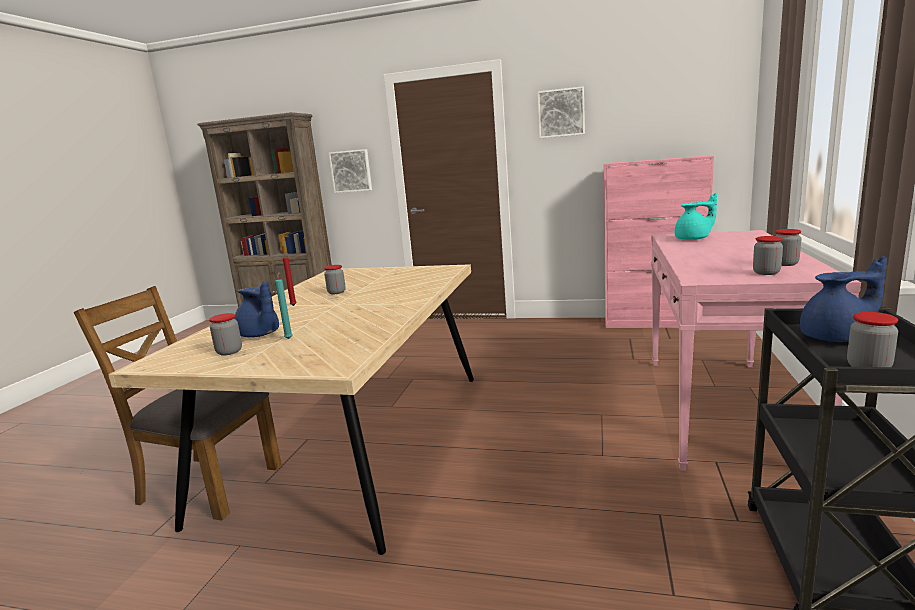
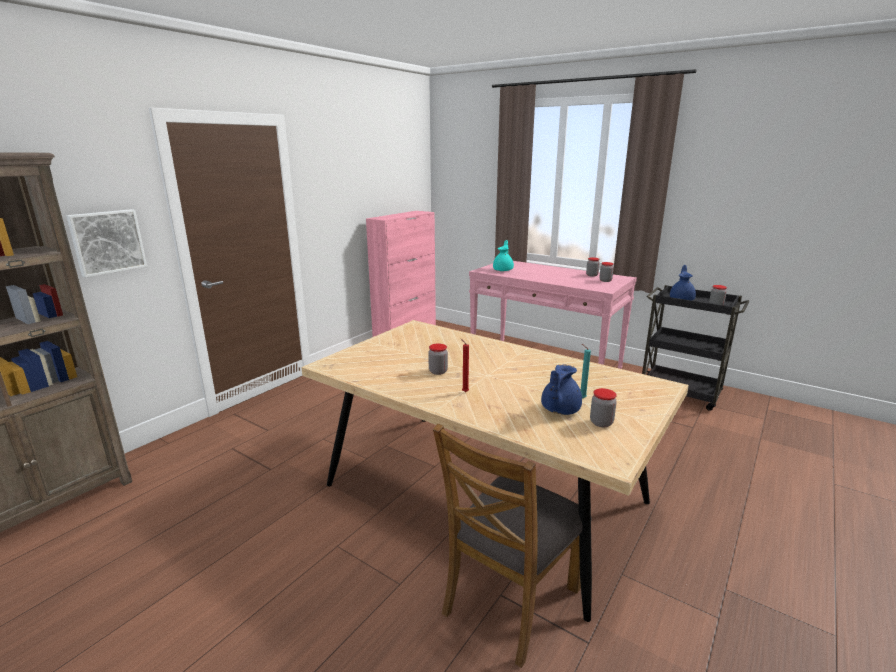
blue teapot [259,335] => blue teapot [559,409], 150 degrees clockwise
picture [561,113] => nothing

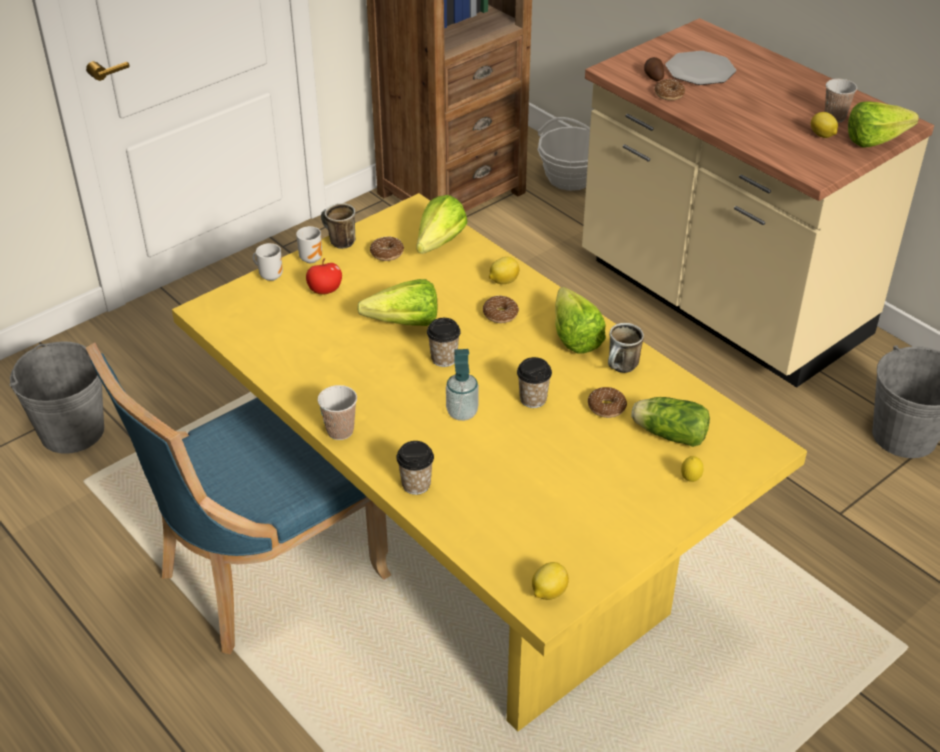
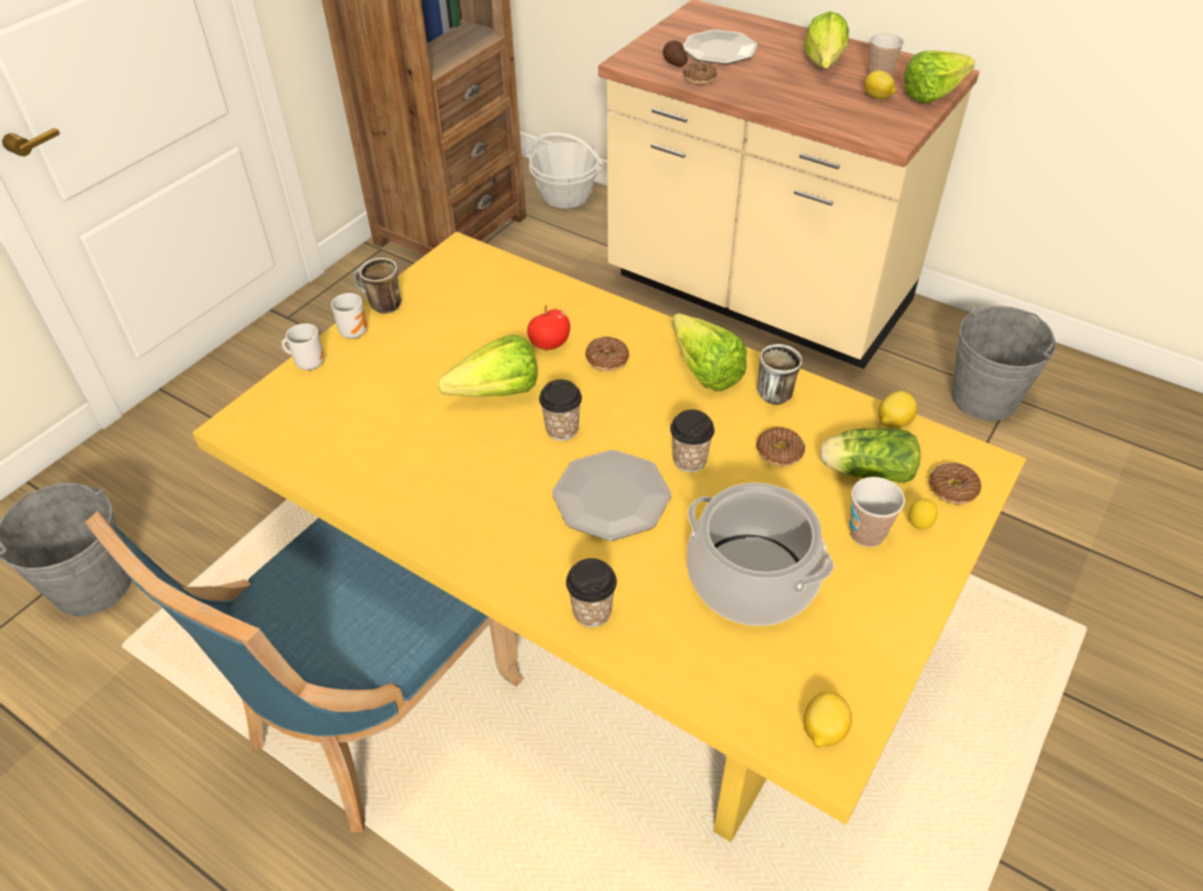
apple [325,291] => apple [550,344], shifted
cup [340,431] => cup [866,534], shifted
donut [387,253] => donut [952,489], shifted
lettuce [435,247] => lettuce [822,67], shifted
soap dispenser [462,412] => plate [611,497]
lemon [503,281] => lemon [893,423], shifted
nothing => cooking pot [752,578]

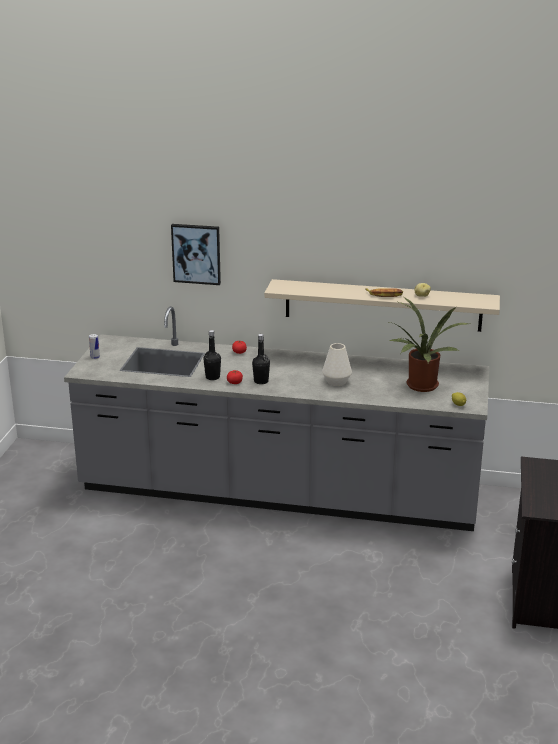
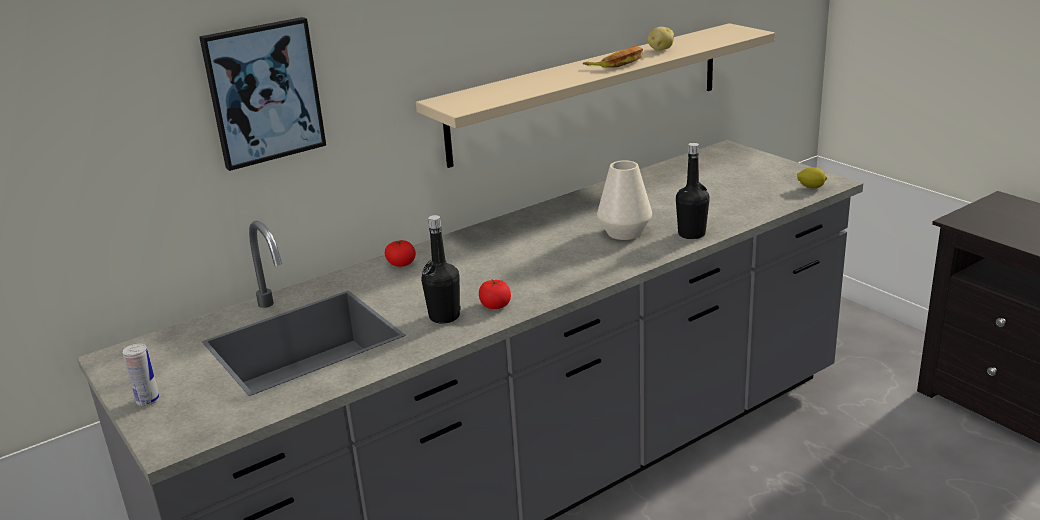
black bottle [261,381] => black bottle [691,234], shifted
potted plant [420,387] => nothing

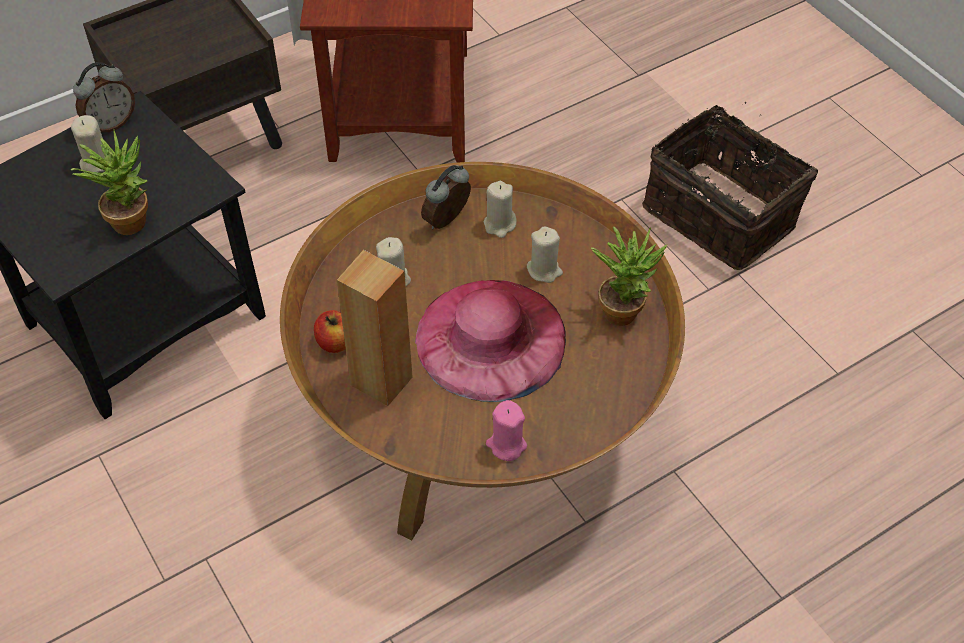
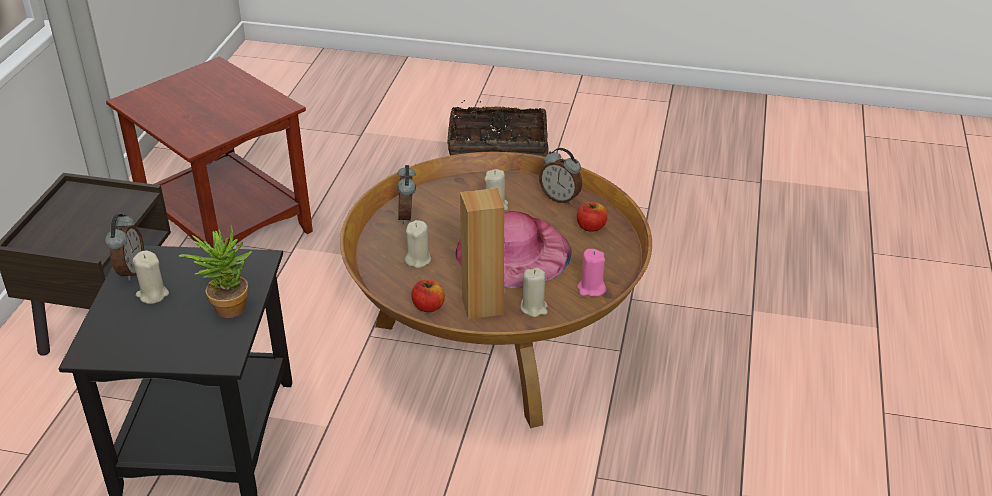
beige candle [499,224] => beige candle [534,308], shifted
potted plant [623,308] => alarm clock [560,198]
nothing => apple [591,227]

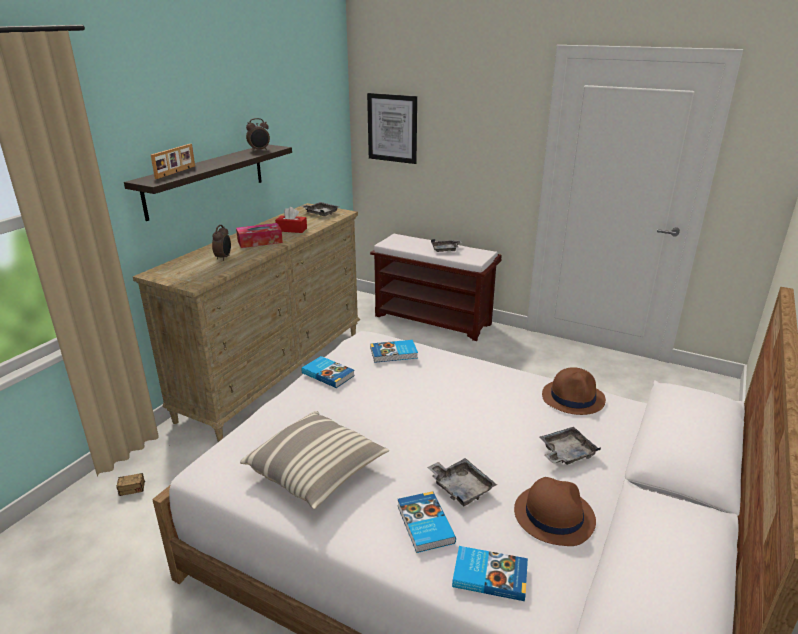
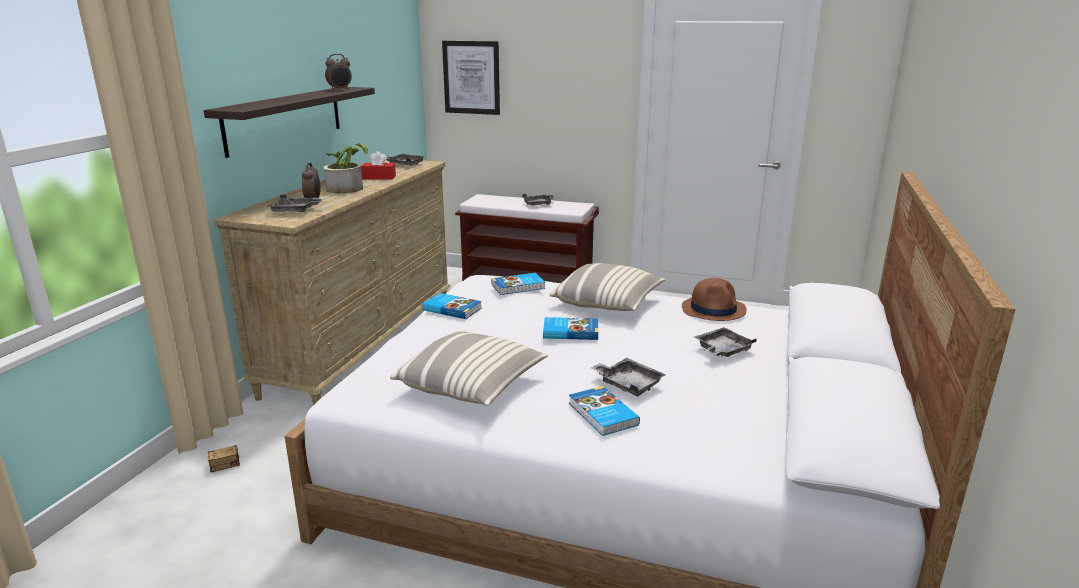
picture frame [176,172] => nothing
tissue box [260,242] => potted plant [348,187]
book [489,575] => book [570,331], shifted
brown hat [553,515] => nothing
nothing => grey tray [295,211]
nothing => pillow [608,303]

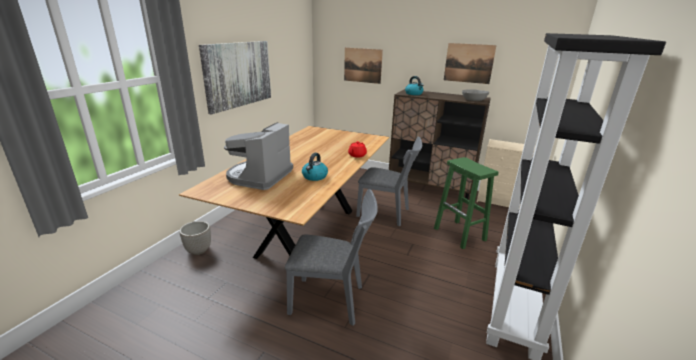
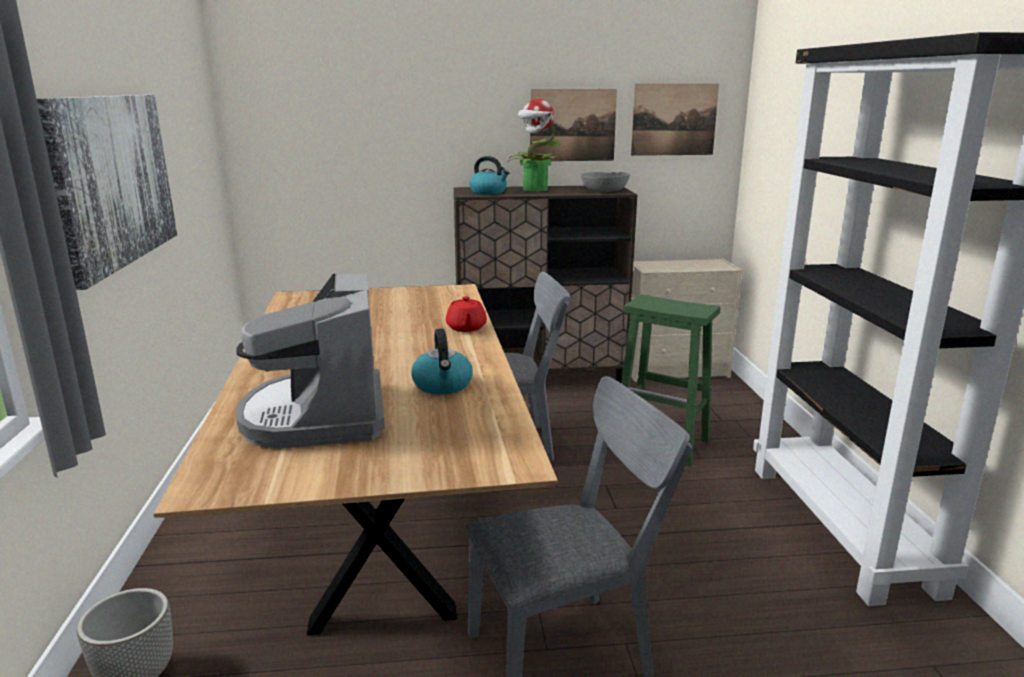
picture [362,65] => picture [674,119], shifted
nothing => potted plant [534,189]

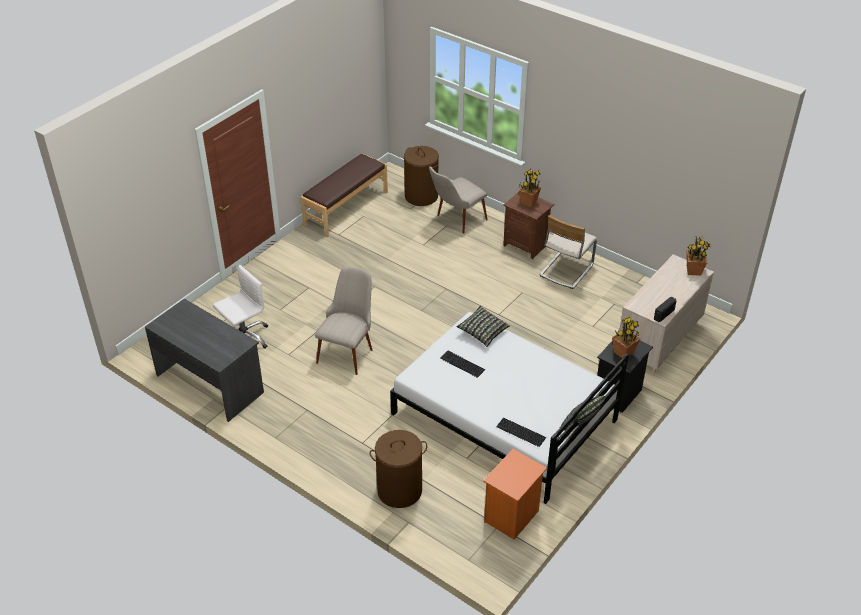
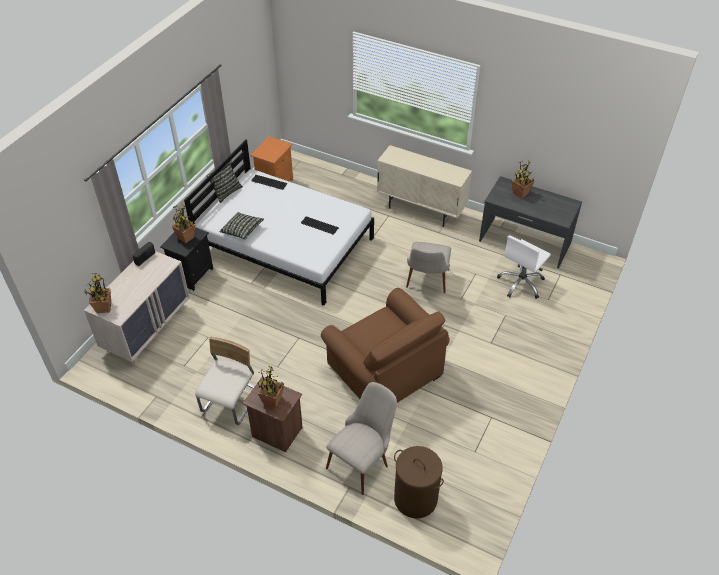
brown bench [345,208] => nothing
brown laundry basket [399,490] => nothing
pillow [483,332] => pillow [242,230], shifted
nothing => brown armchair [384,371]
nothing => beige cabinet [421,210]
nothing => potted plant [520,193]

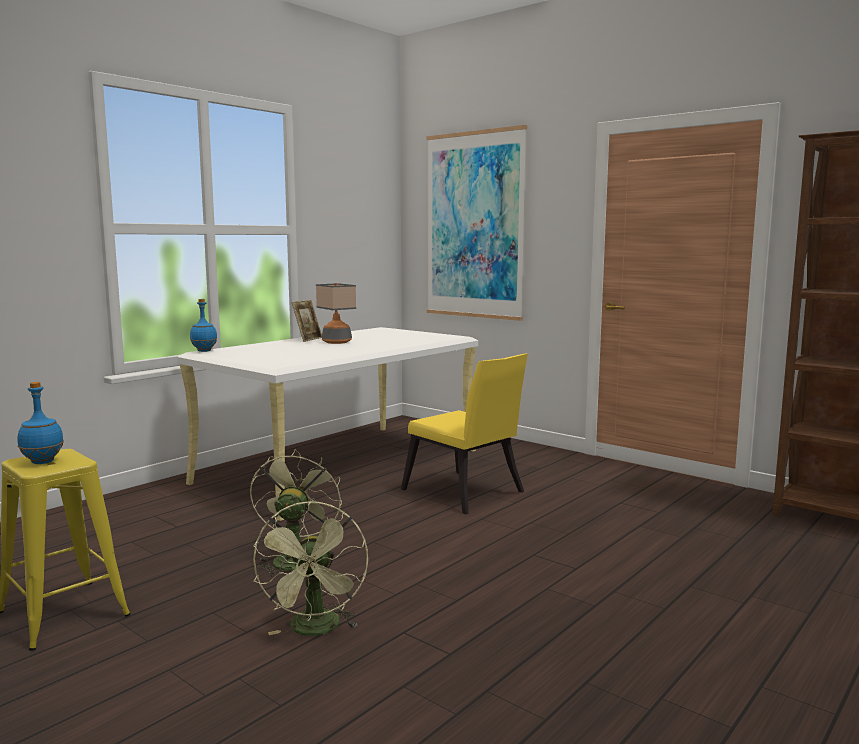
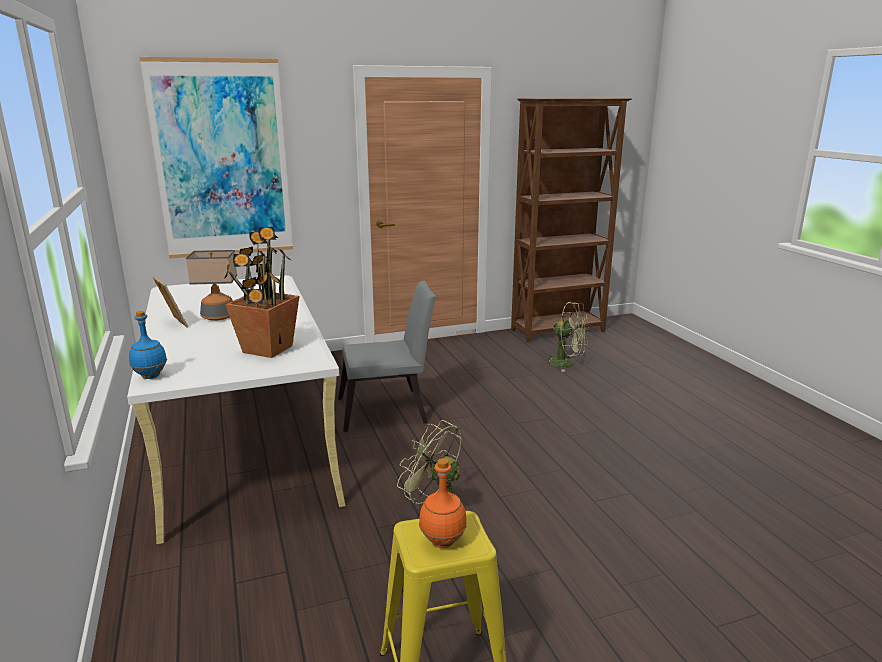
blue bottle [42,462] => orange bottle [443,542]
green fan [316,630] => green fan [566,363], shifted
yellow chair [466,494] => grey chair [388,410]
nothing => potted plant [266,349]

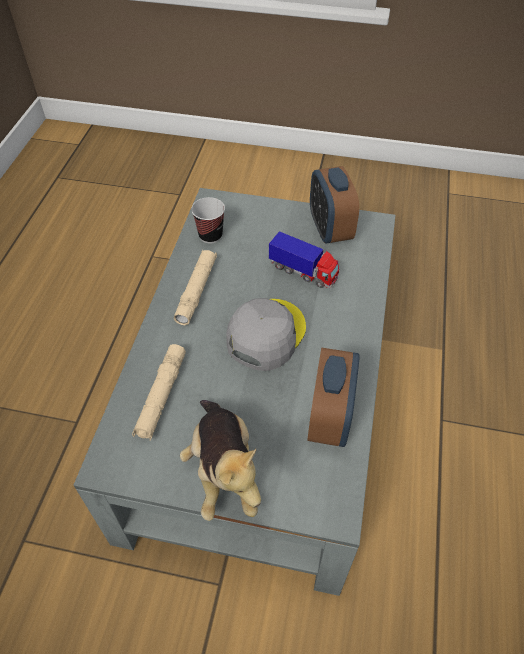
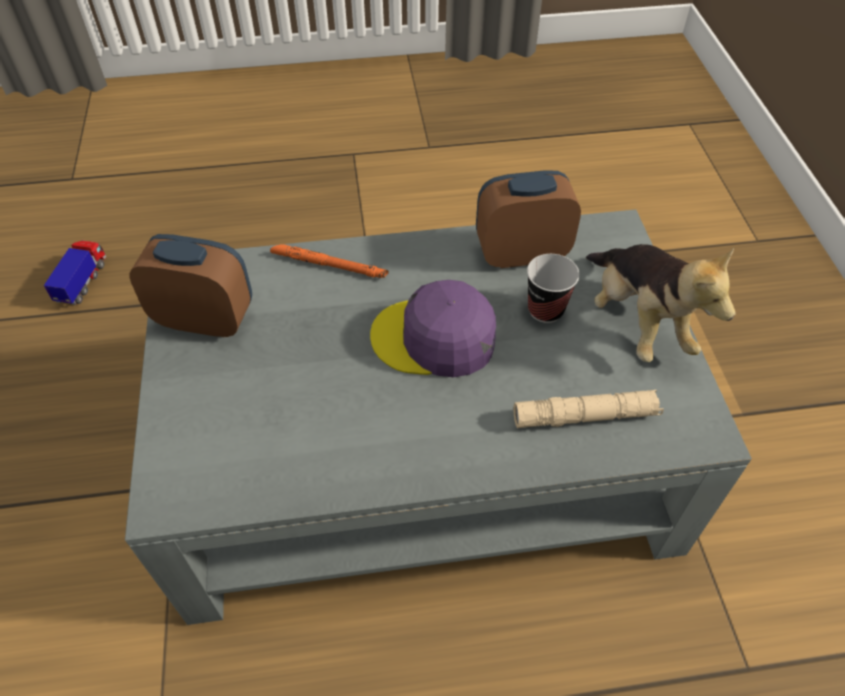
beige flashlight [196,290] => nothing
plush toy [223,471] => plush toy [637,322], 105 degrees clockwise
cup [210,235] => cup [545,310], shifted
grey cap [265,334] => purple cap [435,338]
toy truck [303,272] => toy truck [83,282], shifted
alarm clock [330,229] => alarm clock [205,319], 135 degrees counterclockwise
nothing => orange flashlight [329,265]

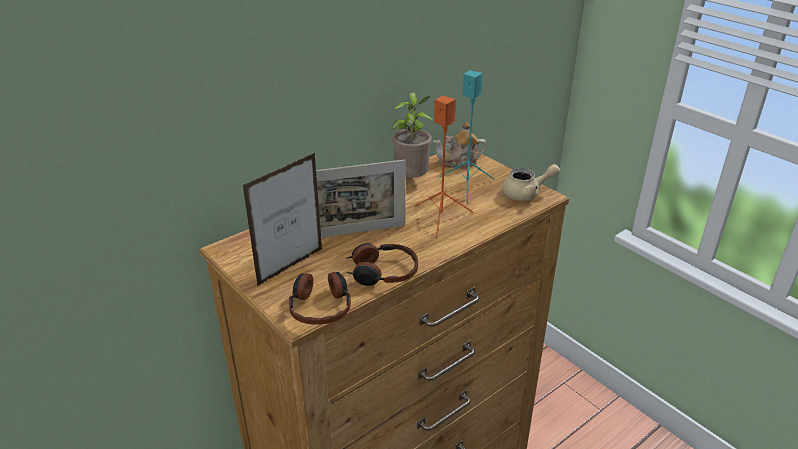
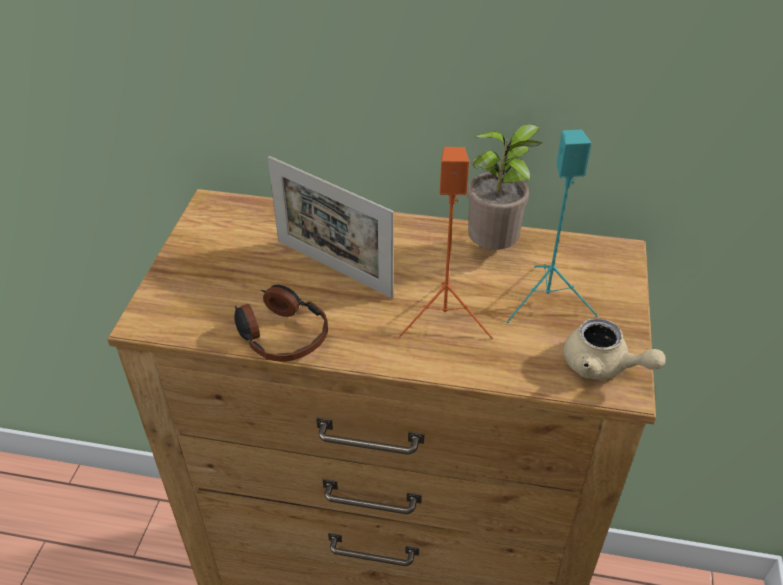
picture frame [291,266] => nothing
headphones [320,306] => nothing
teapot [459,162] => nothing

